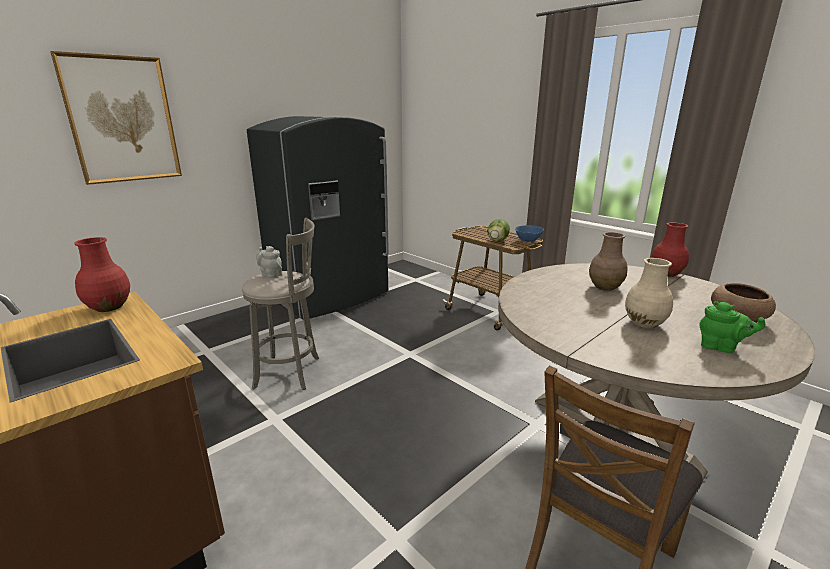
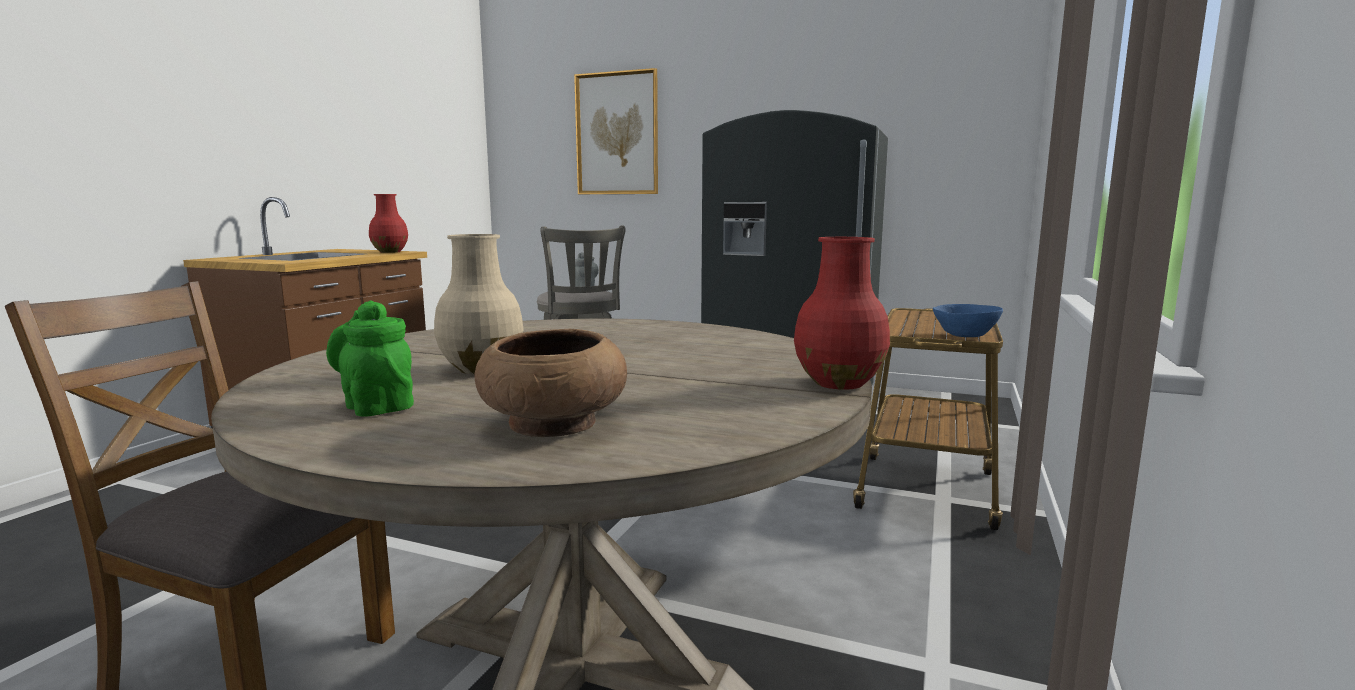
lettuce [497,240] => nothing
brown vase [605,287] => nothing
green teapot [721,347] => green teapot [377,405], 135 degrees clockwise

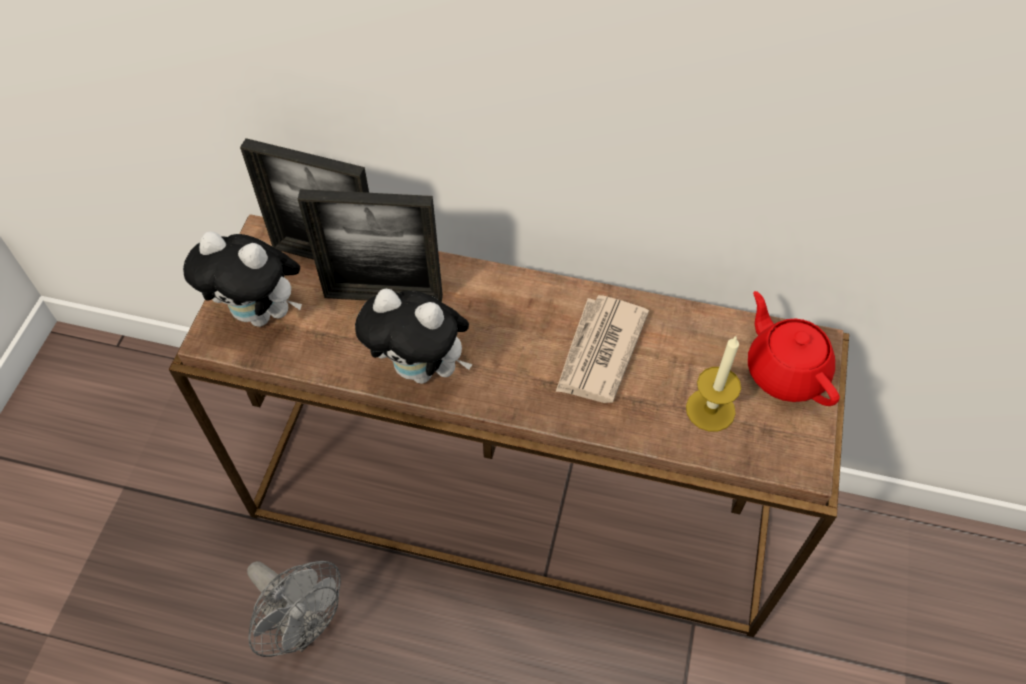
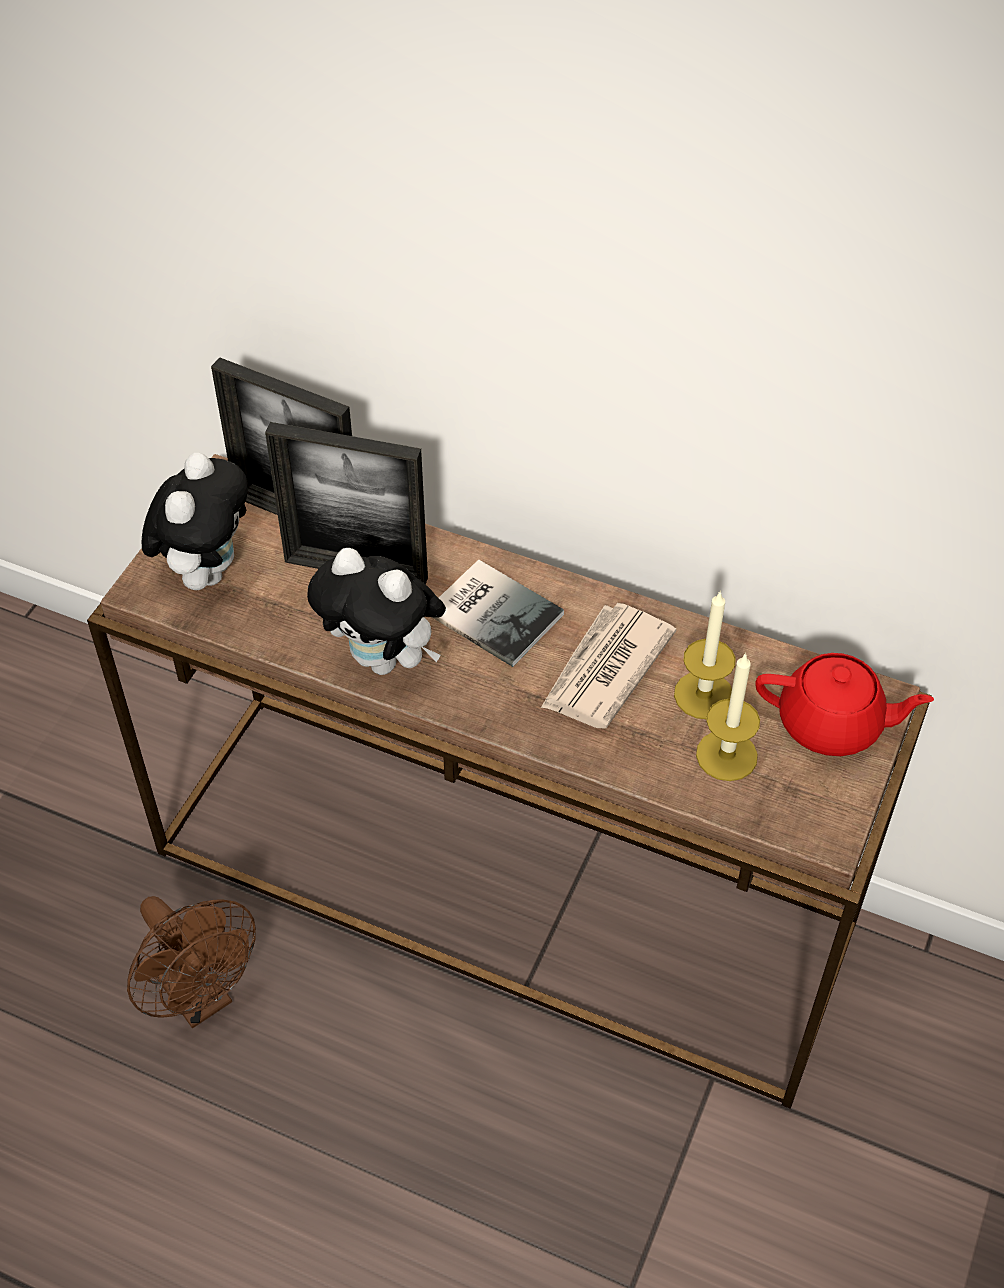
plush toy [261,314] => plush toy [206,570], 105 degrees counterclockwise
grey fan [303,626] => brown fan [200,997]
red teapot [785,371] => red teapot [832,724], 120 degrees clockwise
nothing => book [494,610]
nothing => candle [703,695]

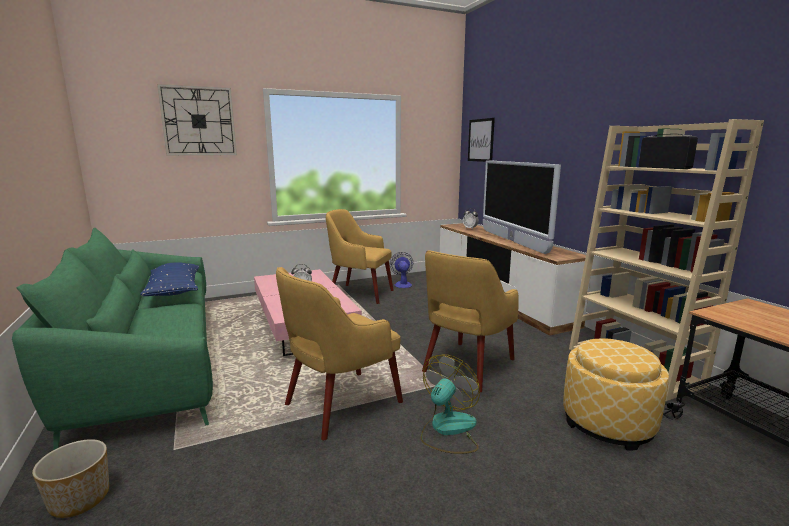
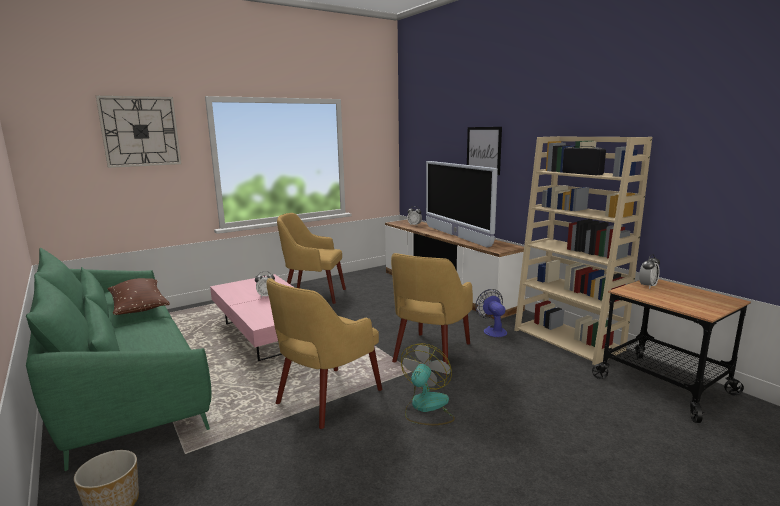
blue pillow [174,291] => brown pillow [139,307]
fan [402,284] => fan [492,330], shifted
picture [481,140] => picture [483,150], shifted
ottoman [607,423] => nothing
nothing => alarm clock [647,286]

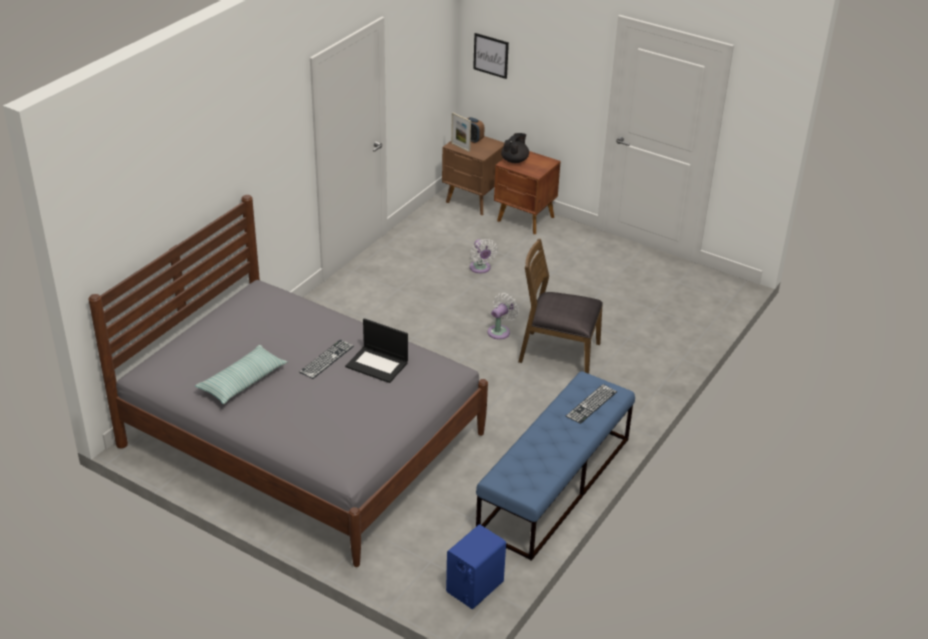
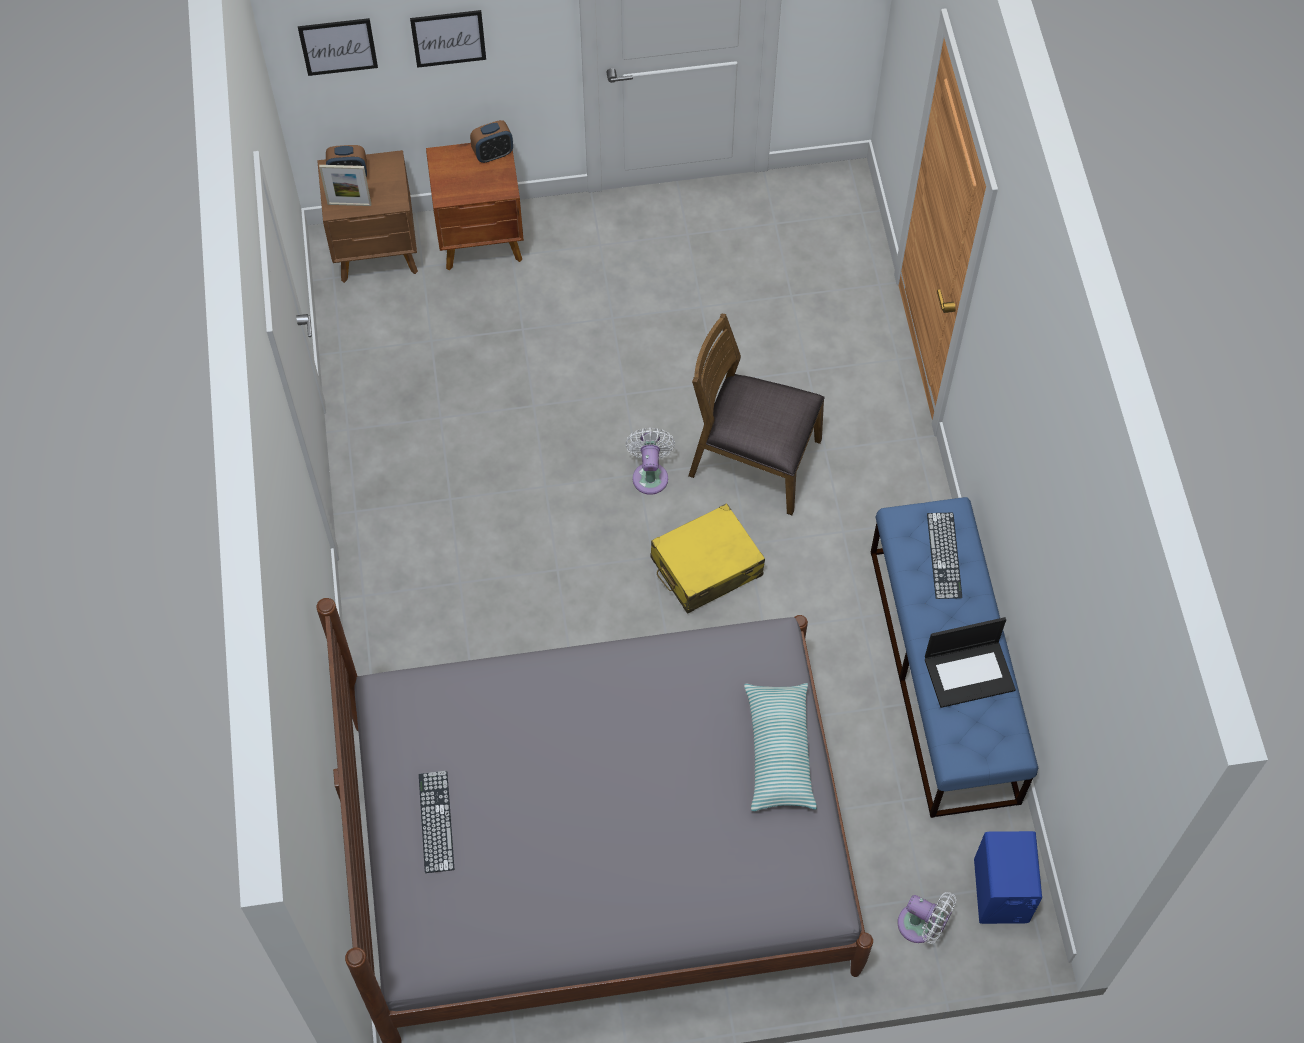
pillow [242,381] => pillow [779,751], shifted
keyboard [326,359] => keyboard [436,821], shifted
laptop [377,364] => laptop [969,673], shifted
white fan [480,268] => white fan [922,926], shifted
black teapot [515,160] => nothing
brown chair [558,353] => brown chair [753,459], 45 degrees clockwise
nothing => picture [448,38]
nothing => alarm clock [493,154]
nothing => yellow suitcase [706,567]

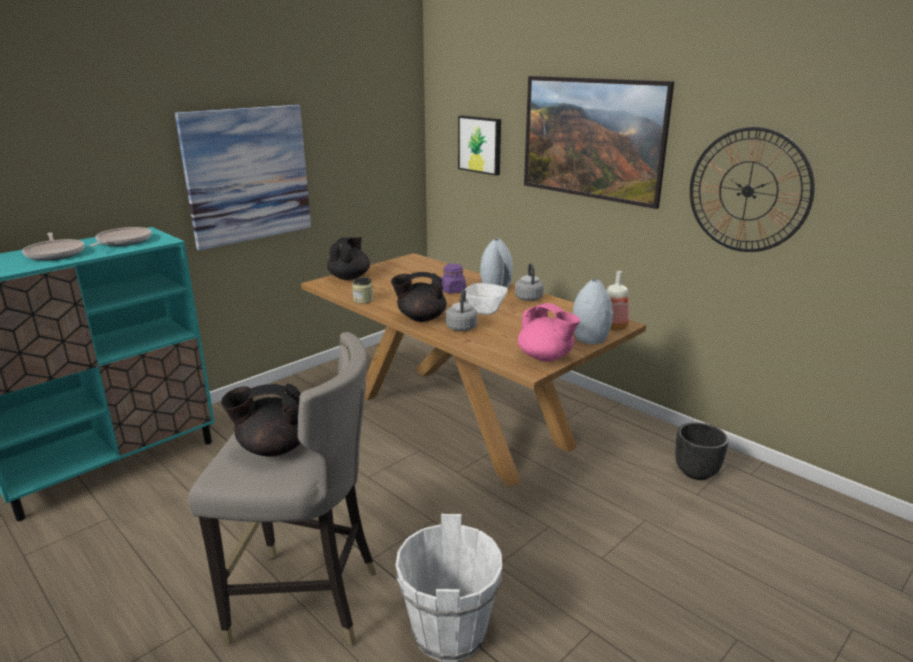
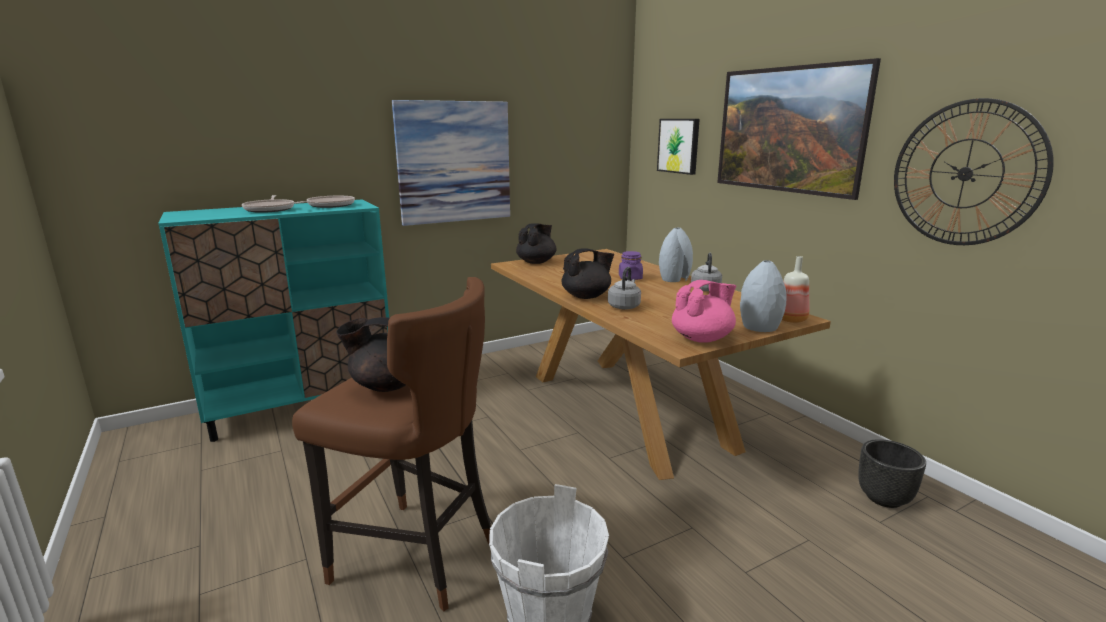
grey stool [307,602] => brown stool [417,557]
jar [363,300] => nothing
black teapot [420,318] => black teapot [587,296], 150 degrees clockwise
bowl [484,310] => nothing
pink teapot [546,357] => pink teapot [702,338], 90 degrees counterclockwise

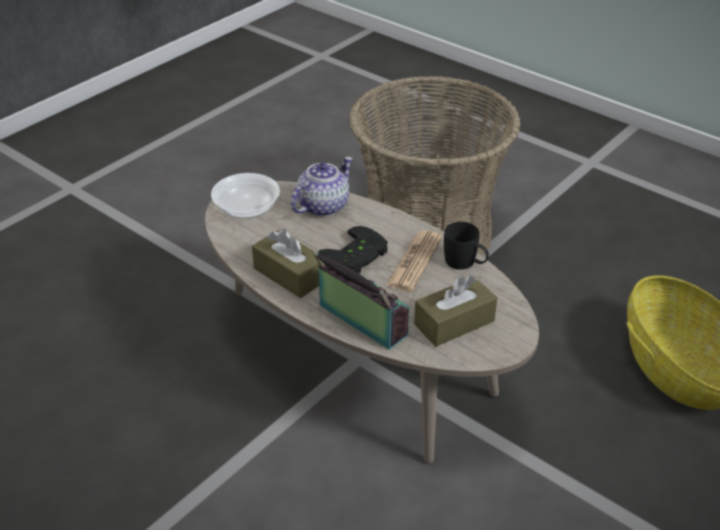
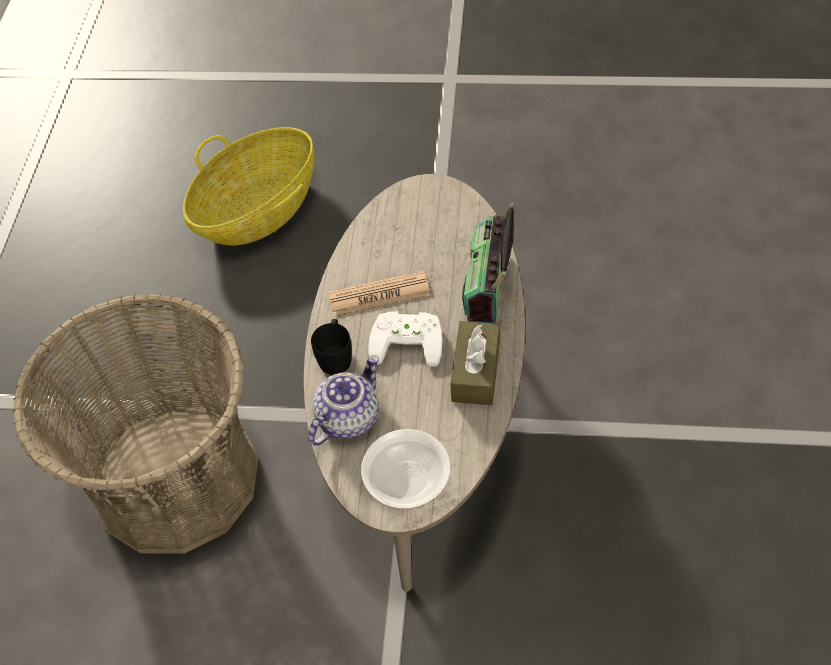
teapot [323,206] => teapot [348,417], 120 degrees clockwise
black game controller [357,257] => white game controller [408,339]
brown tissue box [454,323] => nothing
black mug [465,263] => black mug [336,355], shifted

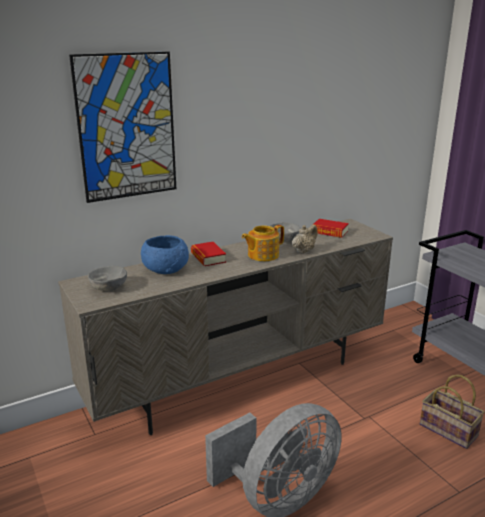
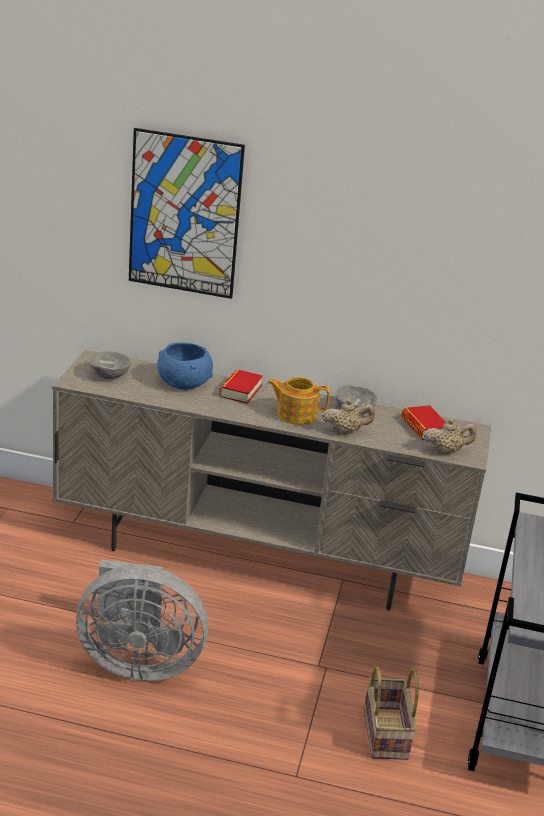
nothing => beige teapot [446,451]

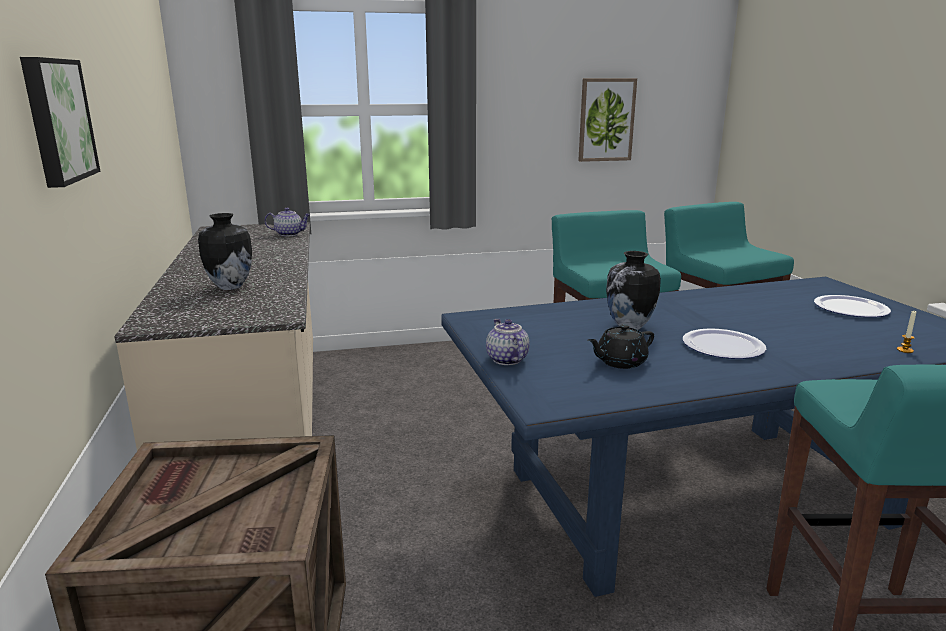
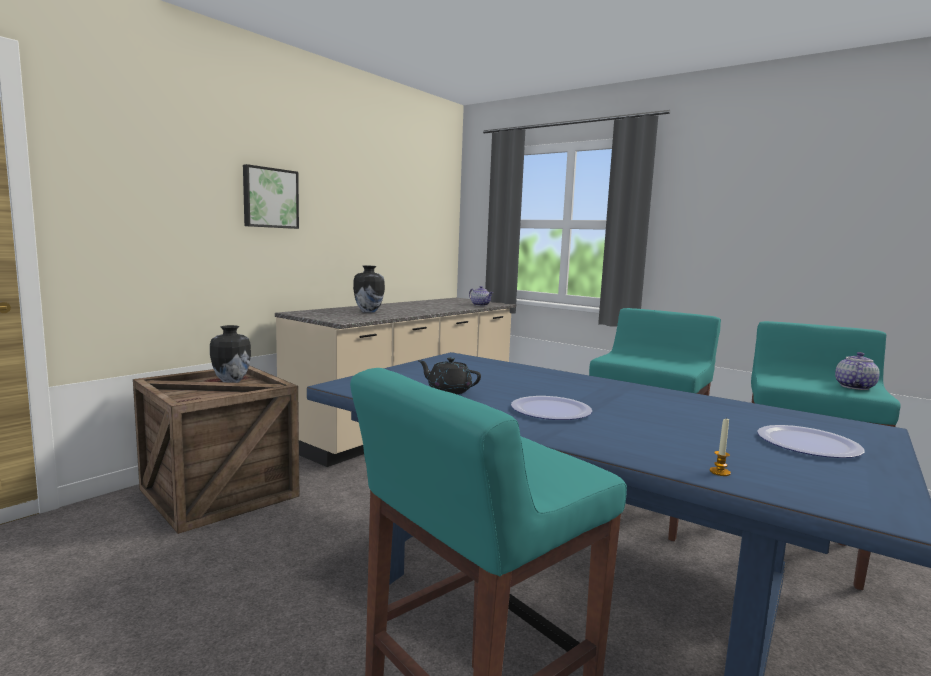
teapot [506,359] => teapot [853,387], shifted
picture [606,120] => nothing
vase [629,327] => vase [230,381], shifted

